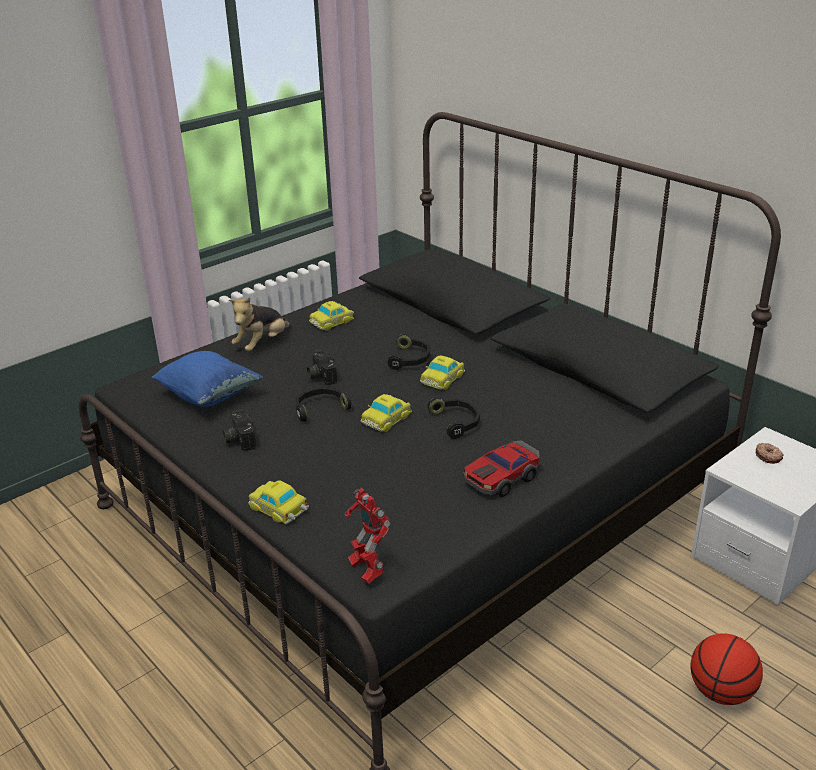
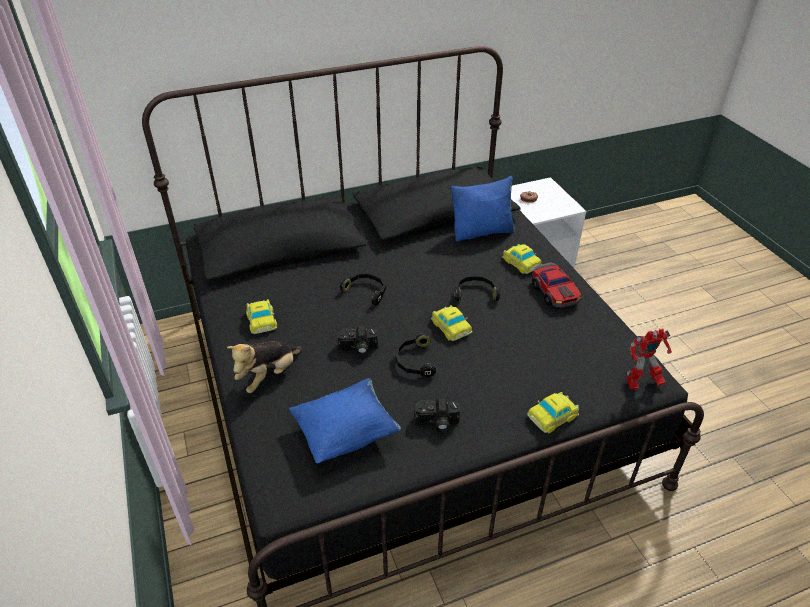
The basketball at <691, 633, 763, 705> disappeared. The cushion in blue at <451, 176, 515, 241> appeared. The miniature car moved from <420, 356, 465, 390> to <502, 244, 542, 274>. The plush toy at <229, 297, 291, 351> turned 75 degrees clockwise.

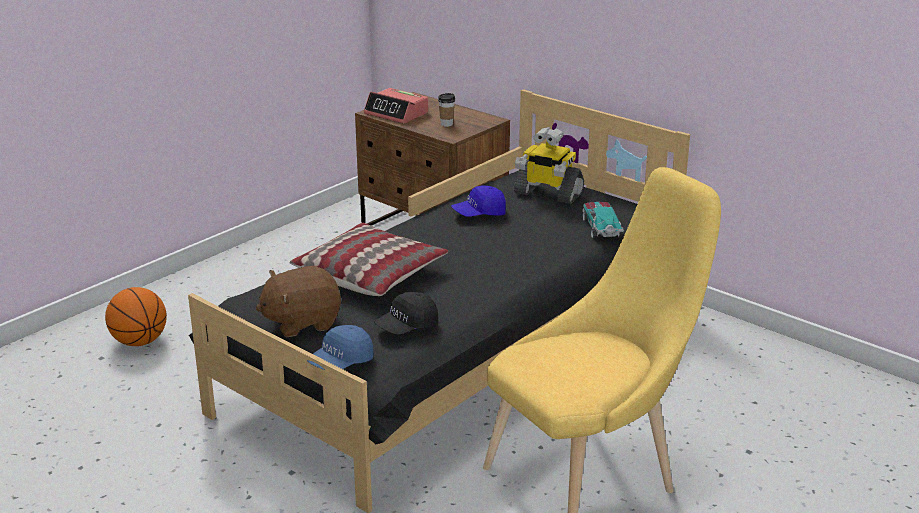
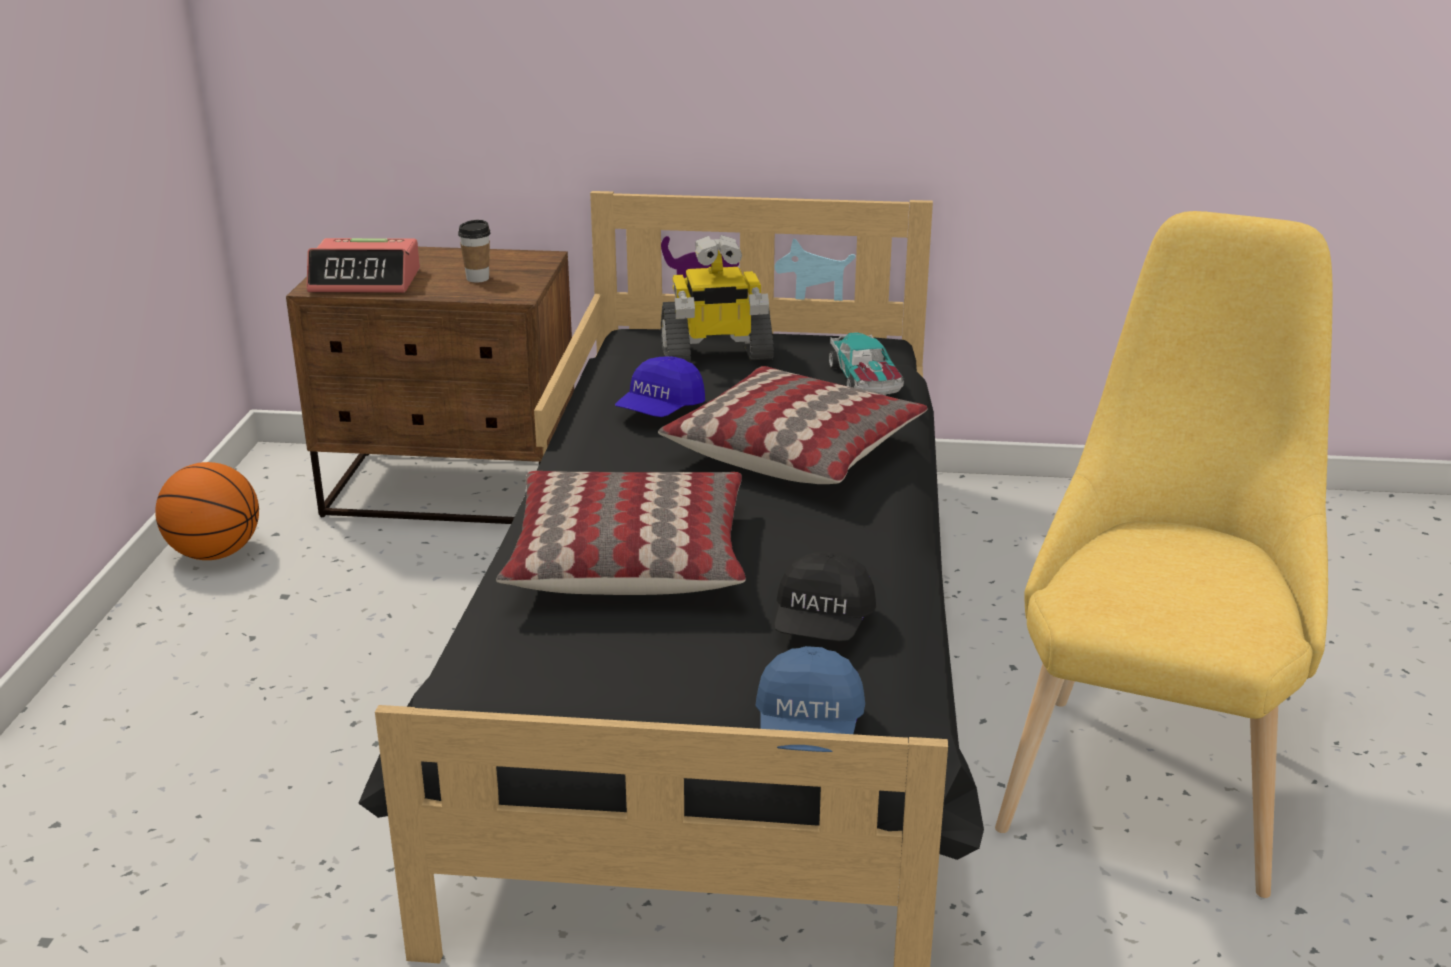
The plush toy in brownish at <256, 266, 341, 337> disappeared. The cushion at <658, 366, 928, 484> appeared. The basketball moved from <105, 287, 167, 346> to <155, 462, 259, 560>. The miniature car at <583, 202, 624, 239> turned 150 degrees counterclockwise.

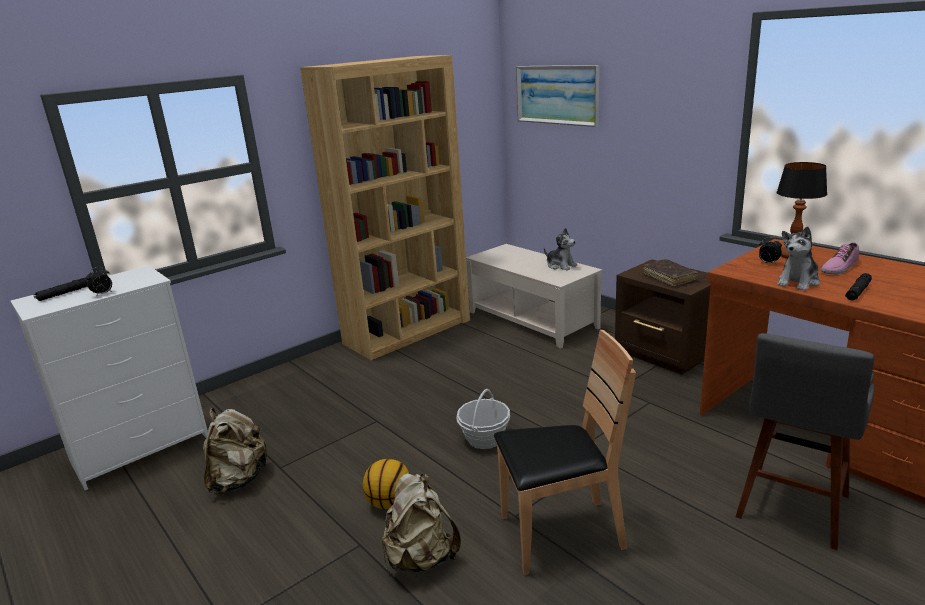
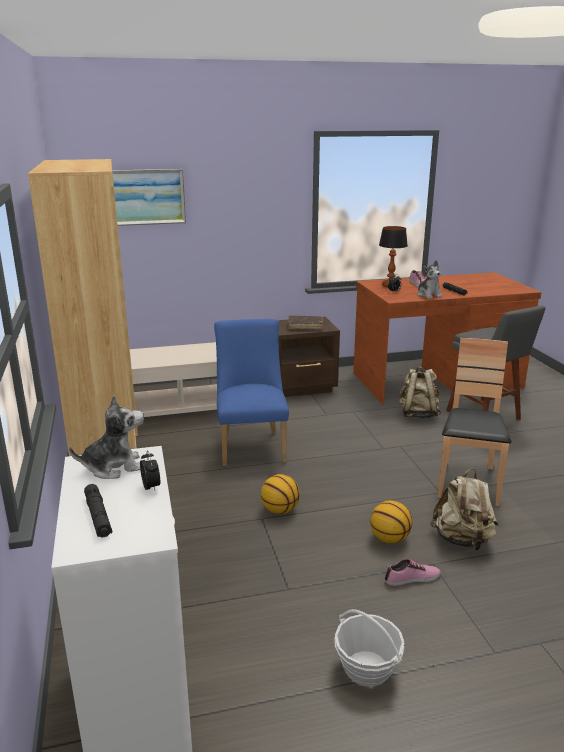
The plain chair in blue at <214, 319, 289, 467> appeared. The basketball at <261, 474, 300, 514> appeared. The low shoe at <385, 559, 441, 586> appeared. The backpack in beige moved from <203, 408, 270, 494> to <399, 366, 441, 419>. The basket moved from <456, 389, 510, 449> to <334, 609, 404, 687>. The plush toy moved from <544, 228, 577, 271> to <69, 395, 144, 479>.

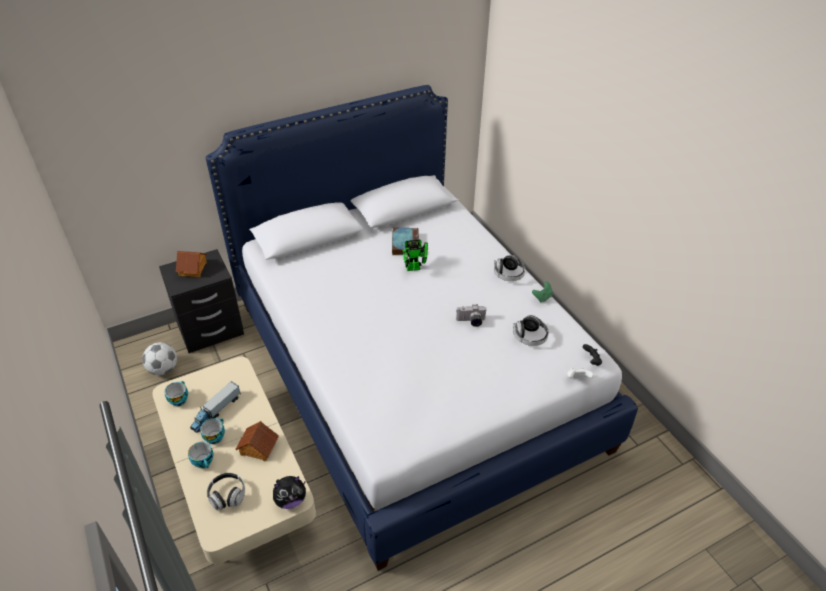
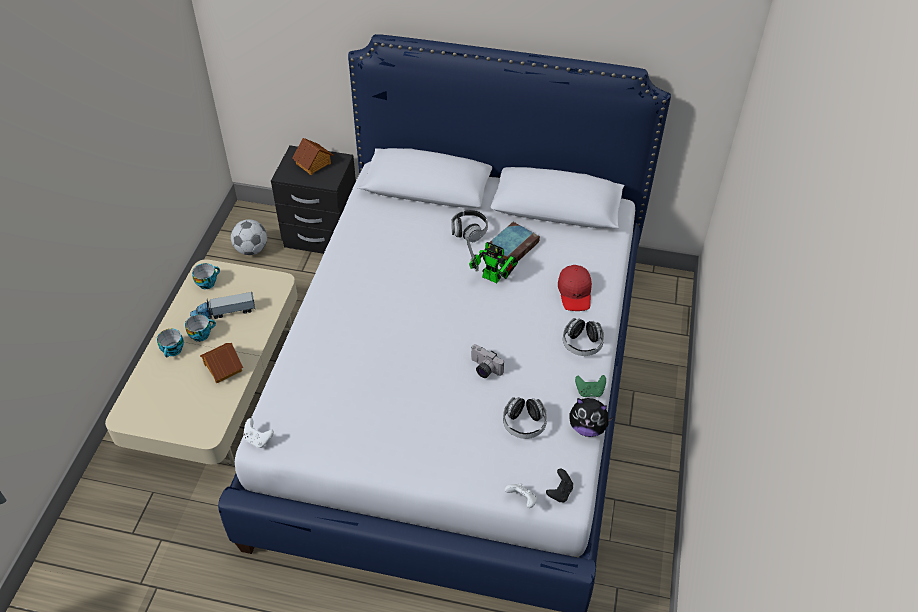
The joypad in white-coloured at <243, 418, 274, 448> appeared. The baseball cap in reddish at <558, 265, 592, 311> appeared. The headphones moved from <207, 473, 245, 510> to <451, 210, 488, 242>. The plush toy moved from <273, 476, 306, 509> to <570, 398, 614, 437>.

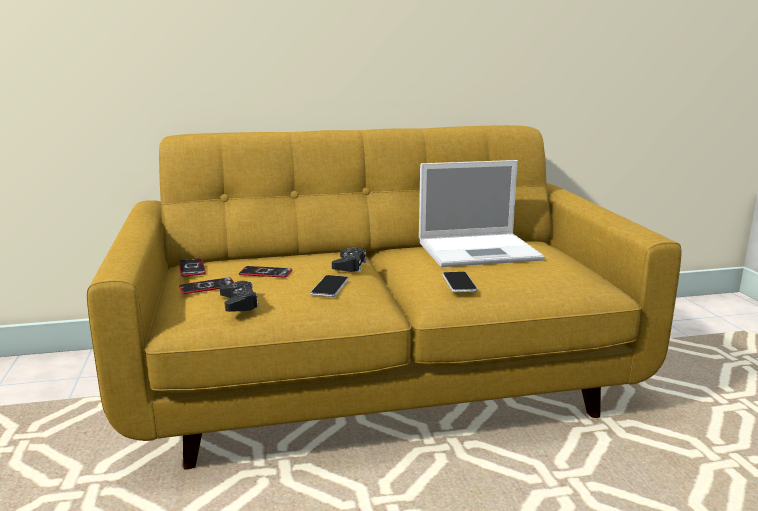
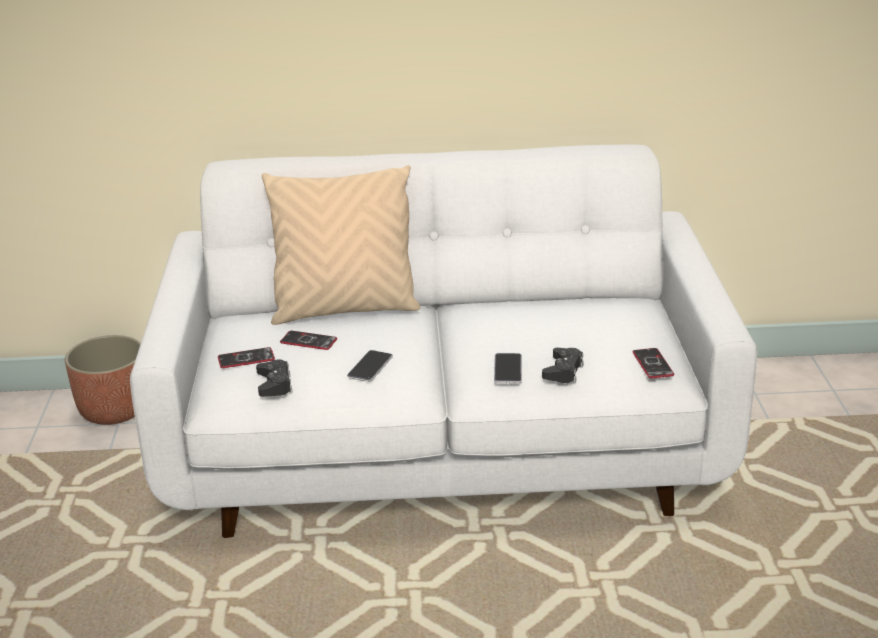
The laptop at <419, 160, 545, 267> disappeared. The flower pot at <65, 335, 141, 425> appeared. The cushion in beige at <262, 165, 421, 325> appeared. The telephone moved from <179, 258, 206, 277> to <632, 348, 674, 378>. The joypad in black-coloured moved from <332, 247, 367, 272> to <542, 348, 584, 383>. The couch in yellow-coloured at <87, 125, 682, 470> became the couch in white-coloured at <130, 145, 757, 538>.

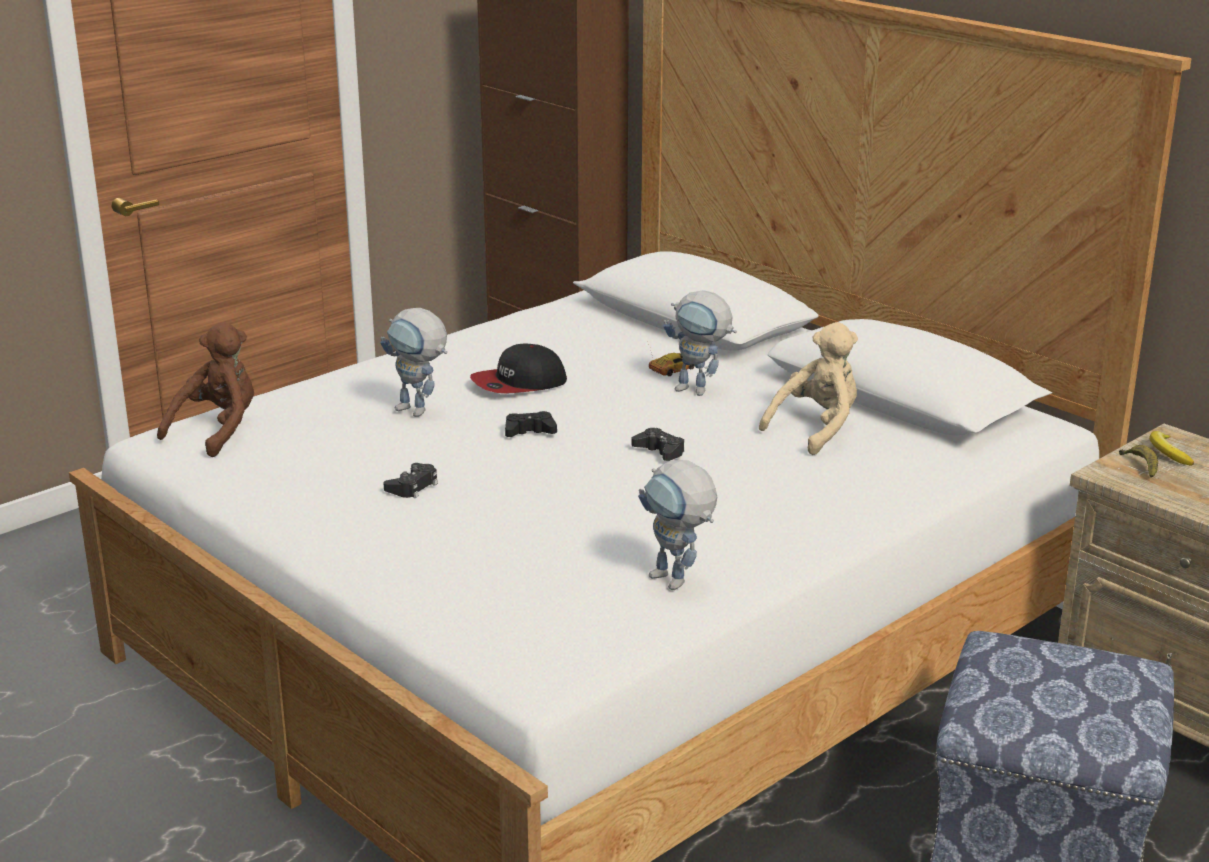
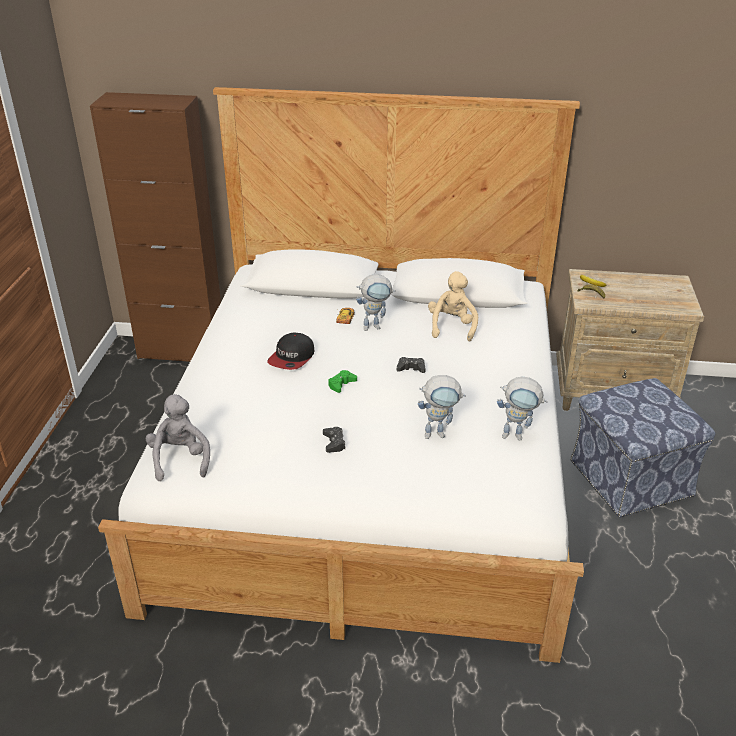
The toy robot moved from <380, 308, 447, 417> to <418, 375, 466, 439>. The plush toy in brownish at <157, 322, 254, 457> became the plush toy in gray at <146, 394, 210, 481>. The joypad in black-coloured at <505, 411, 557, 437> became the joypad in green at <328, 370, 357, 393>.

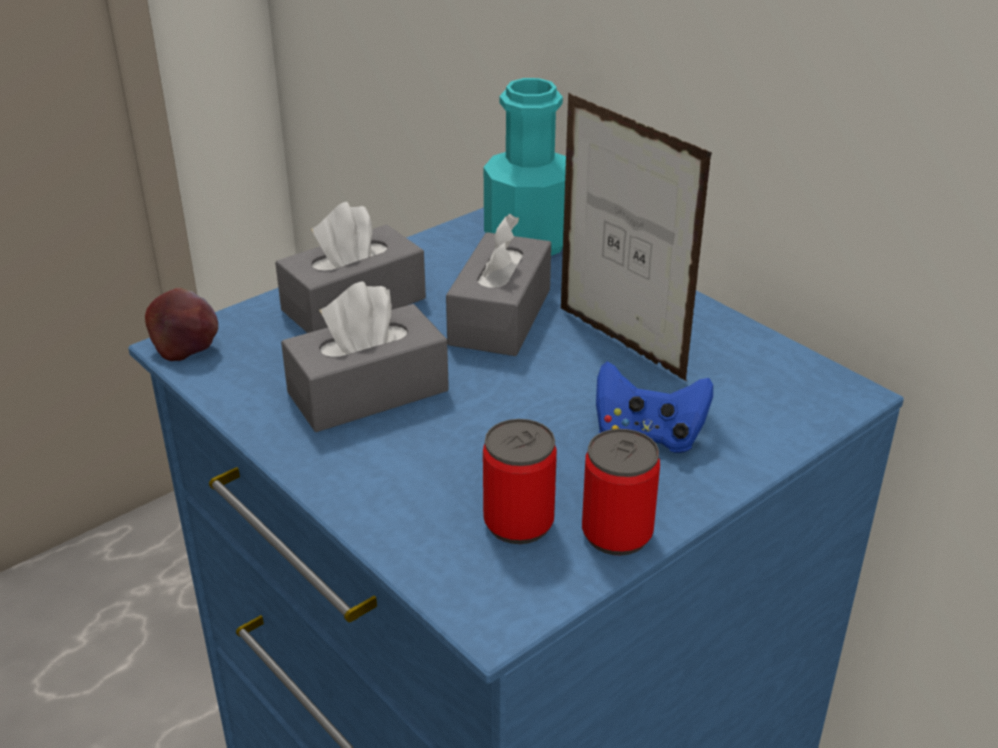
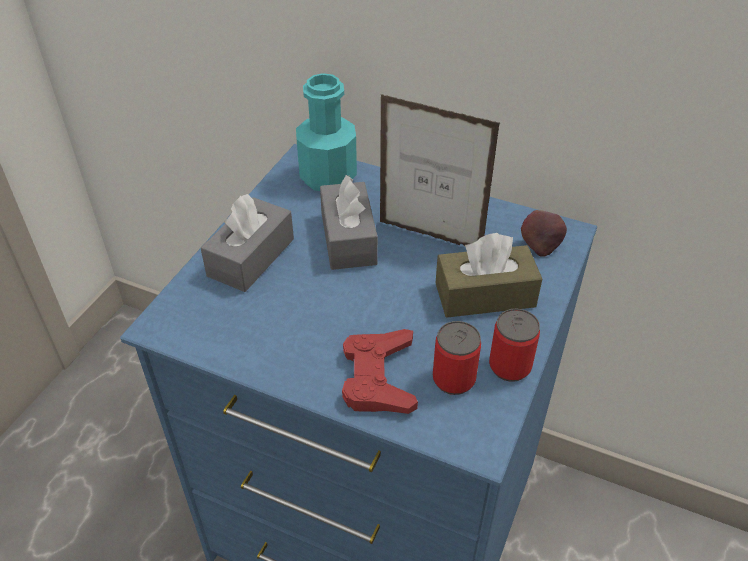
The tissue box in gray at <281, 281, 449, 432> disappeared. The joypad in reddish at <342, 329, 418, 414> appeared. The apple fruit moved from <145, 288, 218, 361> to <521, 210, 567, 257>. The joypad in blue at <596, 362, 713, 453> was replaced by the tissue box in brownish at <436, 233, 542, 318>.

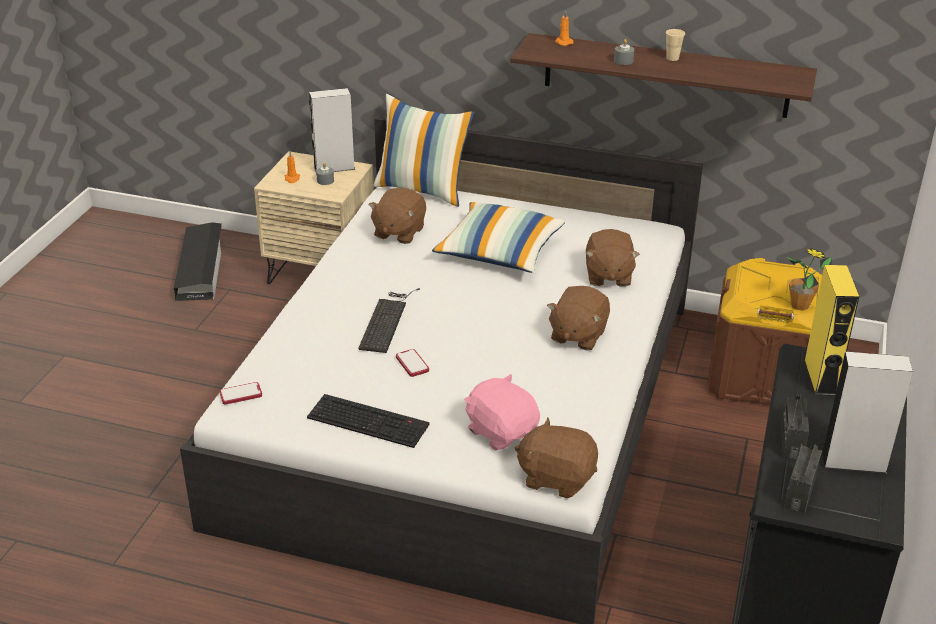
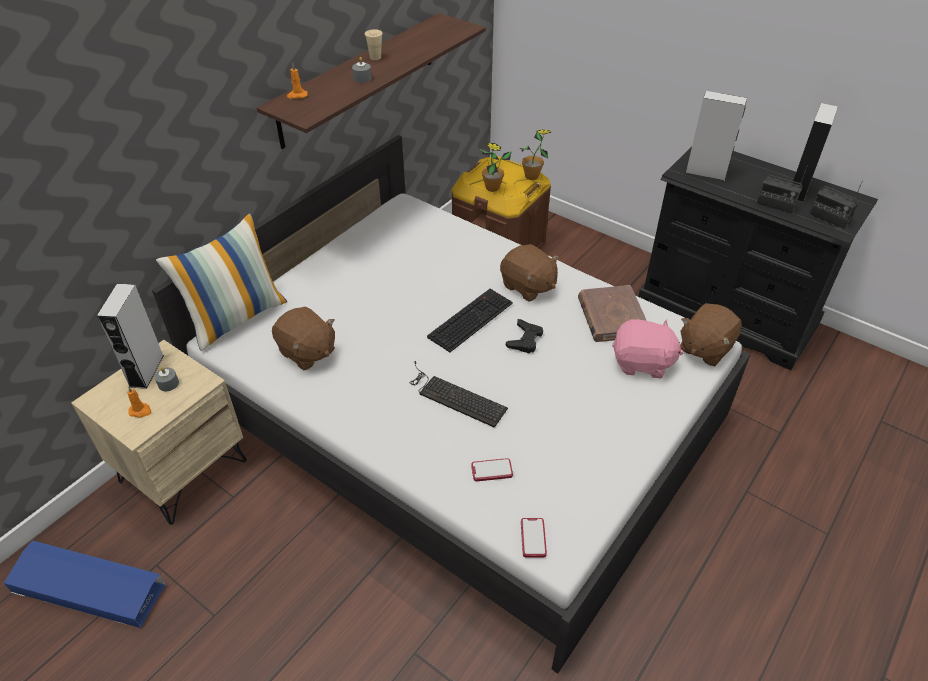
The cushion at <432, 202, 565, 273> disappeared. The plush toy in brownish at <586, 229, 640, 287> disappeared. The houseplant at <480, 143, 512, 192> appeared. The joypad in black-coloured at <506, 319, 543, 353> appeared. The bound book in brownish at <578, 285, 647, 342> appeared. The computer keyboard moved from <307, 394, 429, 448> to <427, 289, 513, 352>. The telephone moved from <396, 349, 429, 377> to <471, 458, 513, 481>. The storage box in black-coloured at <174, 222, 222, 301> became the storage box in blue at <4, 541, 166, 628>. The audio speaker in yellow-coloured at <804, 265, 859, 395> became the audio speaker in gray at <685, 91, 747, 181>. The plush toy in pink at <464, 374, 540, 450> turned 150 degrees counterclockwise.

